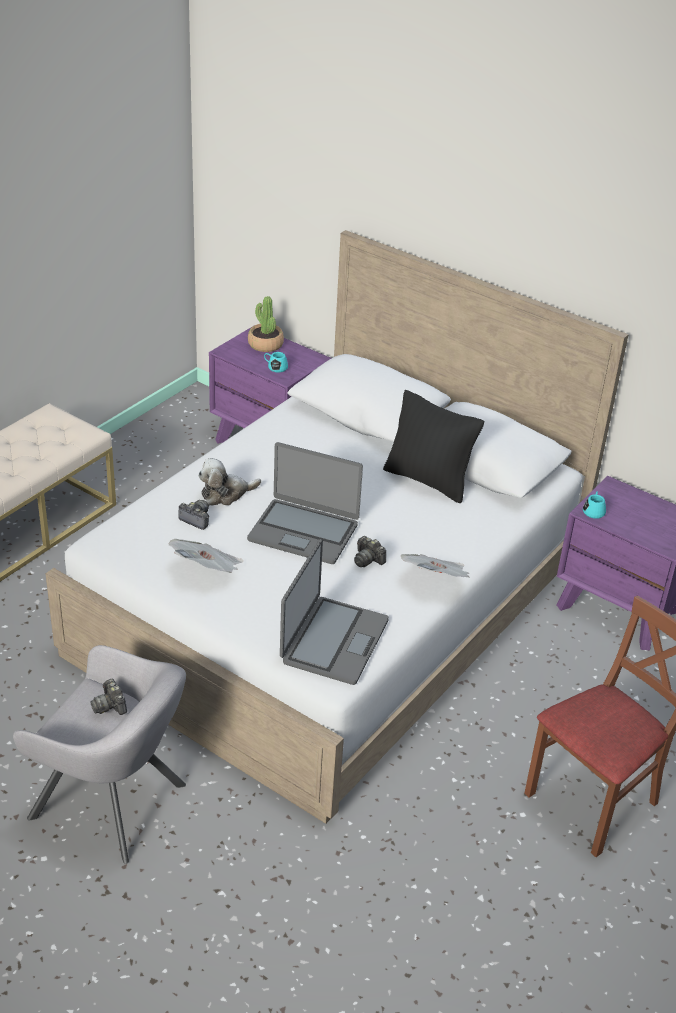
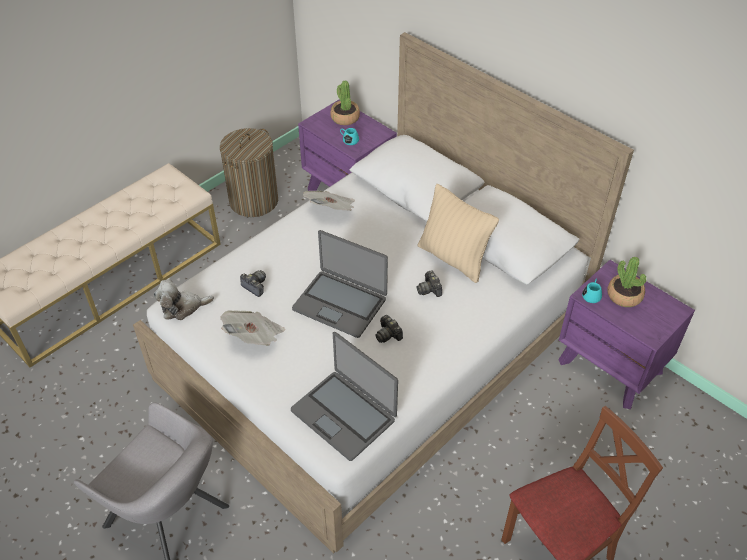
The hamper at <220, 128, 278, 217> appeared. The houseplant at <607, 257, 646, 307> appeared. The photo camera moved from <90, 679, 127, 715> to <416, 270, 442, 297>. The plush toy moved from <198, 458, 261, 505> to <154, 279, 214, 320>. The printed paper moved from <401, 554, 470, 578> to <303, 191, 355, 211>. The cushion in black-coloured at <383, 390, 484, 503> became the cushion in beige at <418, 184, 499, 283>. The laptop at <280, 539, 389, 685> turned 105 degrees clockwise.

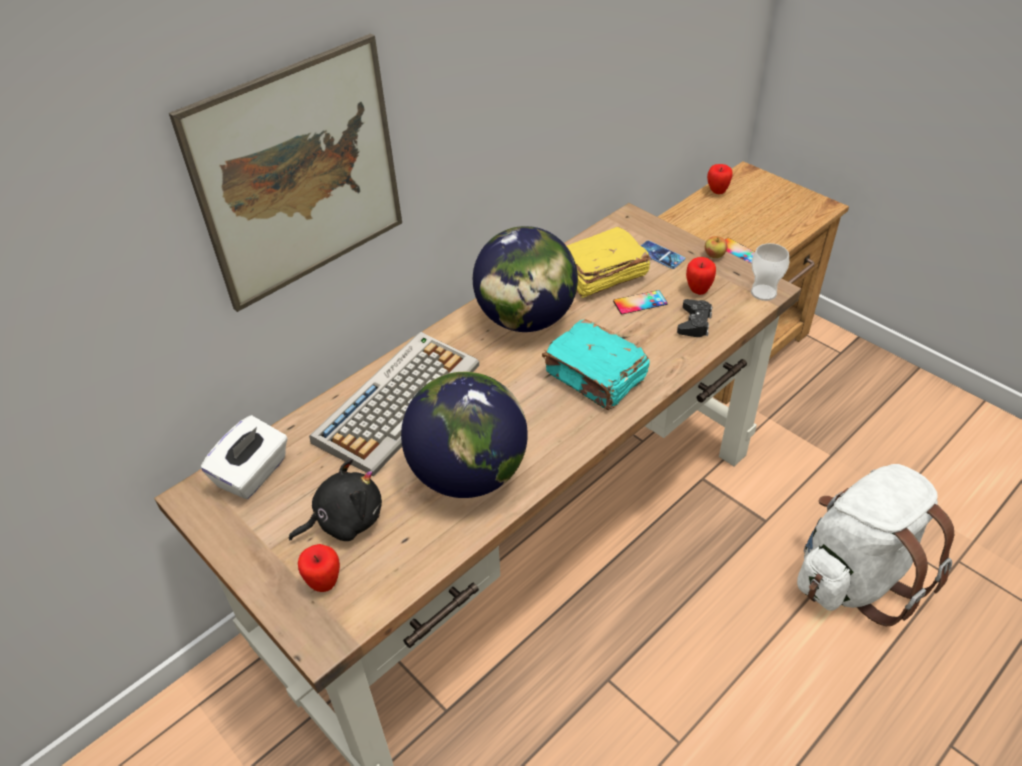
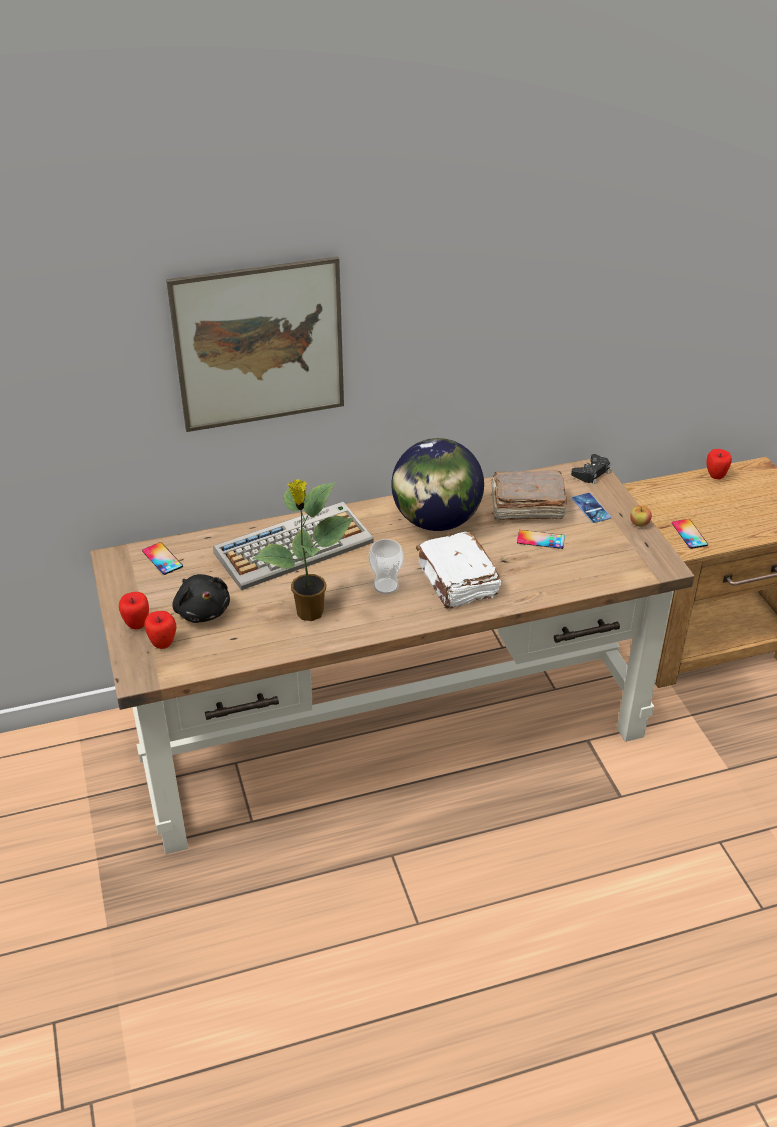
The backpack in white-coloured at <797, 464, 954, 626> disappeared. The joypad in black-coloured moved from <677, 299, 712, 337> to <571, 454, 610, 484>. The apple fruit moved from <686, 257, 716, 295> to <119, 592, 149, 630>. The small cup moved from <751, 243, 789, 301> to <369, 539, 403, 594>. The tissue box in white-coloured at <201, 415, 288, 499> was replaced by the telephone at <142, 542, 183, 575>. The globe at <401, 372, 528, 498> was replaced by the houseplant at <252, 479, 353, 621>. The bound book in turquoise-coloured at <542, 319, 650, 410> became the bound book in white-coloured at <416, 532, 501, 608>. The bound book in yellow-coloured at <567, 227, 651, 298> became the bound book in brownish at <491, 470, 567, 520>. The plush toy in black-coloured at <289, 458, 382, 541> turned 60 degrees clockwise.

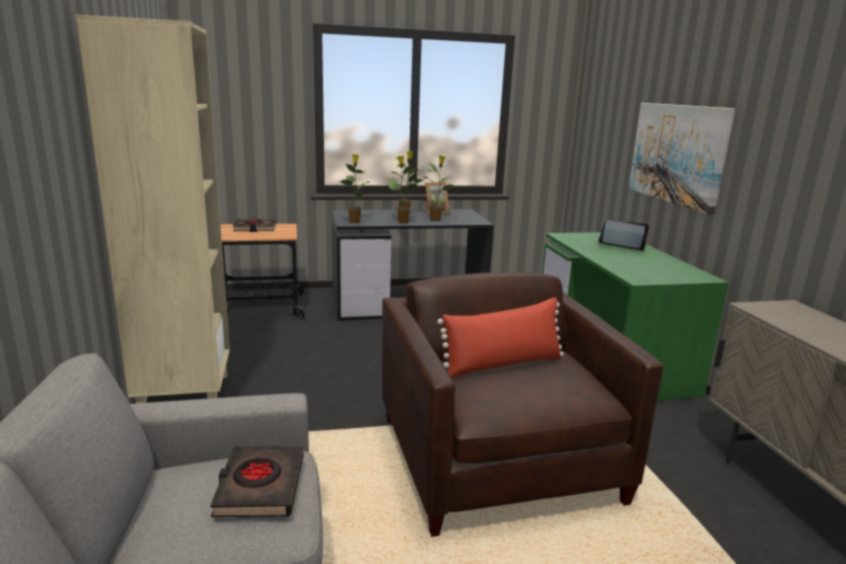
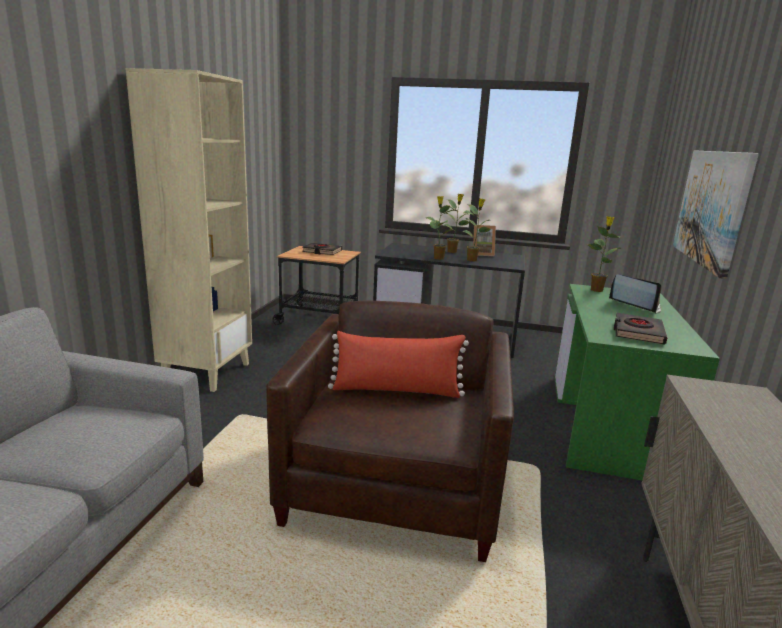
The bound book in black-coloured moved from <210, 446, 304, 517> to <614, 312, 668, 345>. The houseplant moved from <338, 154, 370, 223> to <587, 216, 622, 292>.

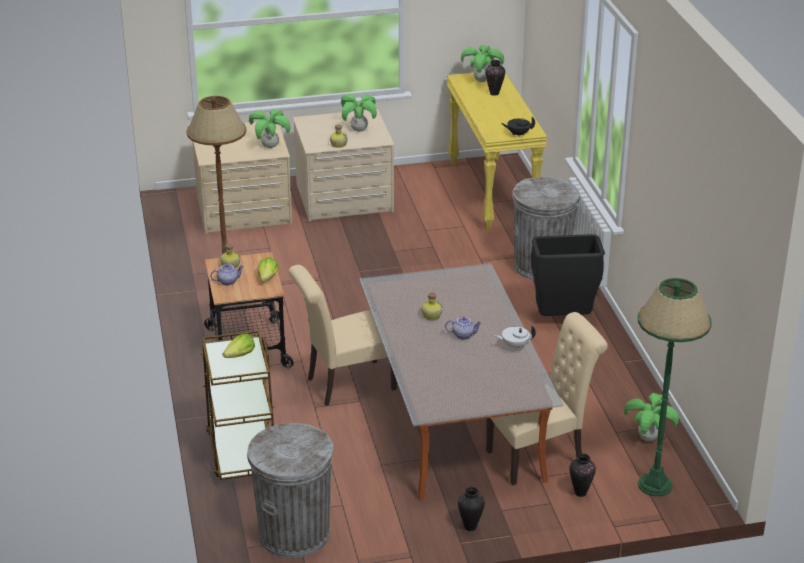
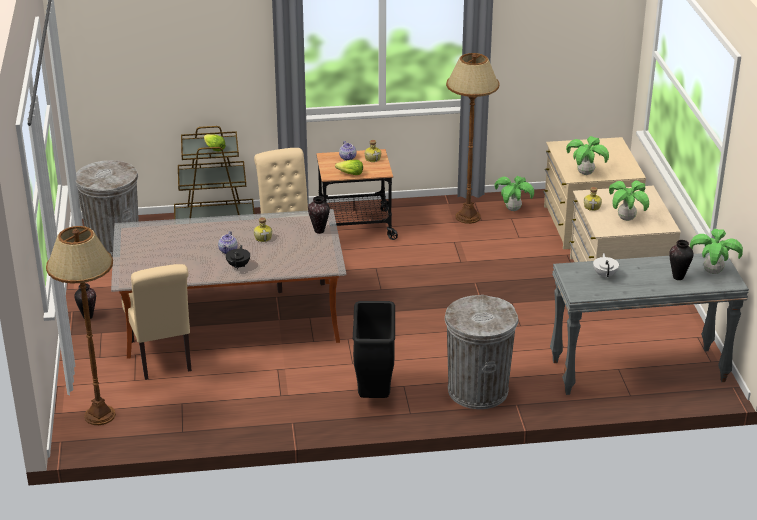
The teapot in white-coloured moved from <494, 325, 536, 350> to <593, 253, 619, 279>. The teapot in black-coloured moved from <501, 117, 535, 135> to <226, 245, 250, 269>. The flower vase moved from <570, 454, 596, 497> to <308, 196, 330, 234>. The houseplant moved from <624, 393, 679, 441> to <494, 176, 534, 211>. The narrow table in yellow-coloured at <447, 73, 547, 231> became the narrow table in gray at <550, 253, 749, 395>. The floor lamp in green at <638, 278, 712, 496> became the floor lamp in brownish at <46, 226, 116, 425>.

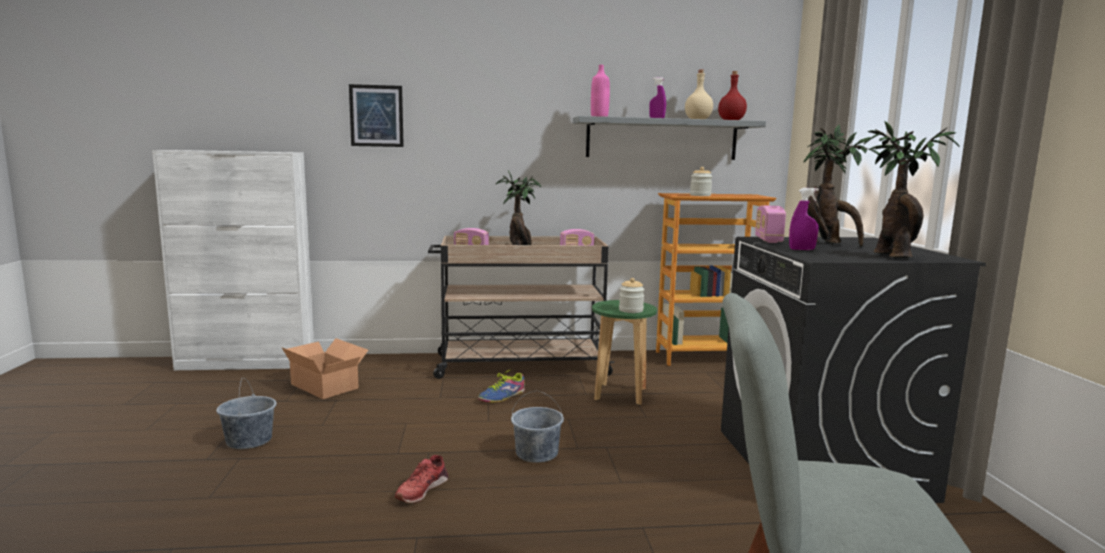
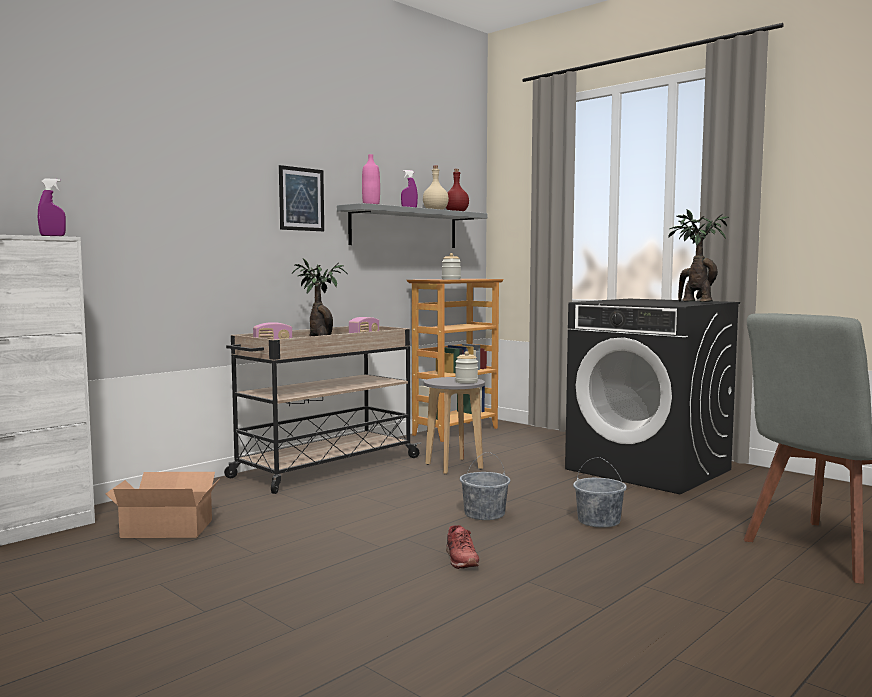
The low shoe at <478, 370, 525, 402> disappeared. The radio at <755, 205, 786, 243> disappeared. The houseplant at <804, 125, 883, 247> disappeared. The bucket in gray moved from <216, 378, 276, 449> to <573, 457, 627, 528>. The wall picture moved from <349, 84, 404, 147> to <279, 165, 324, 231>. The hand sprayer in purple-coloured moved from <789, 188, 819, 250> to <38, 178, 66, 236>. The stool in green at <592, 300, 657, 405> became the stool in gray at <424, 377, 485, 474>.

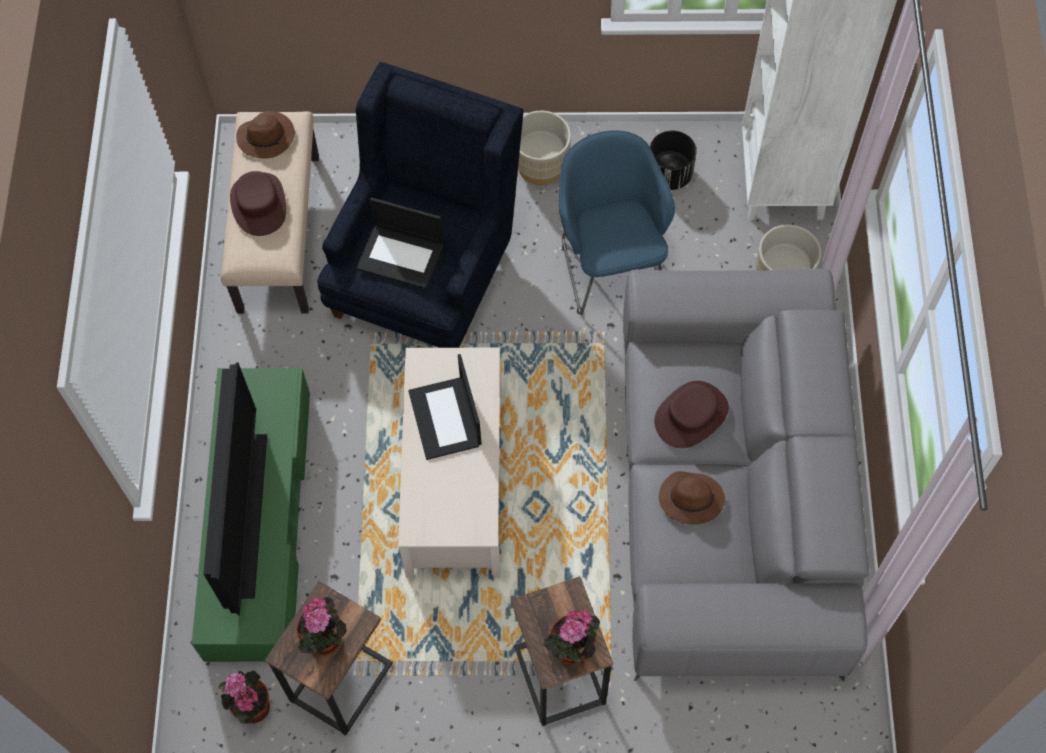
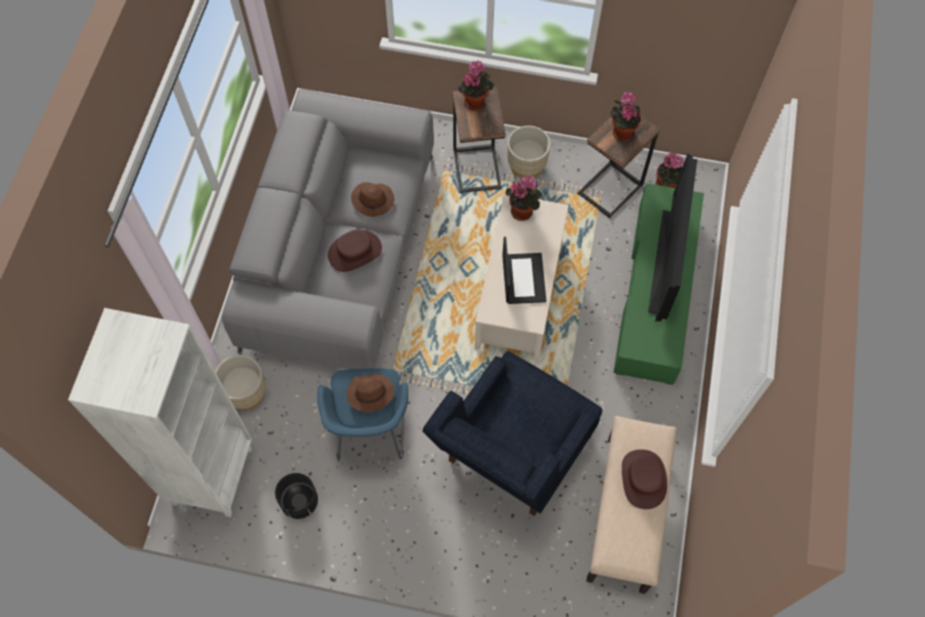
The laptop at <356, 197, 444, 289> disappeared. The houseplant at <506, 175, 542, 221> appeared. The wearable hat in brownish moved from <236, 111, 295, 159> to <347, 374, 394, 412>. The flower pot in beige moved from <518, 111, 571, 185> to <507, 126, 550, 178>.

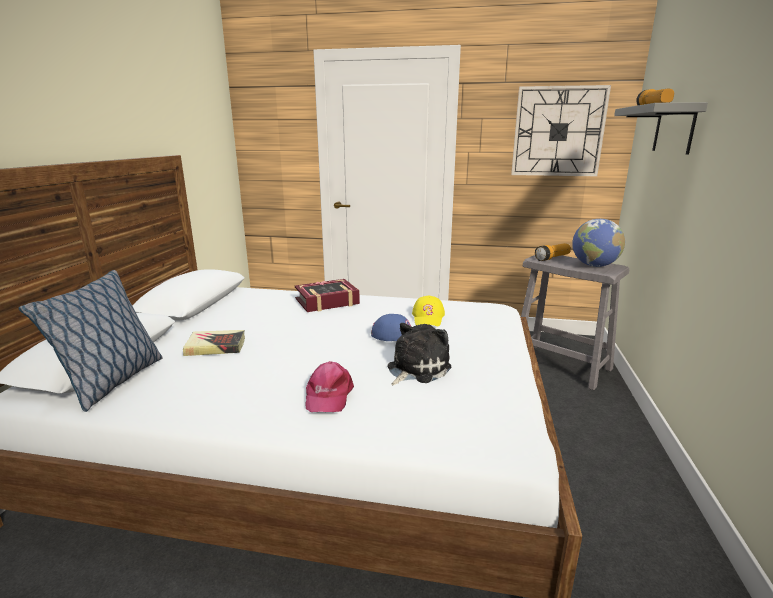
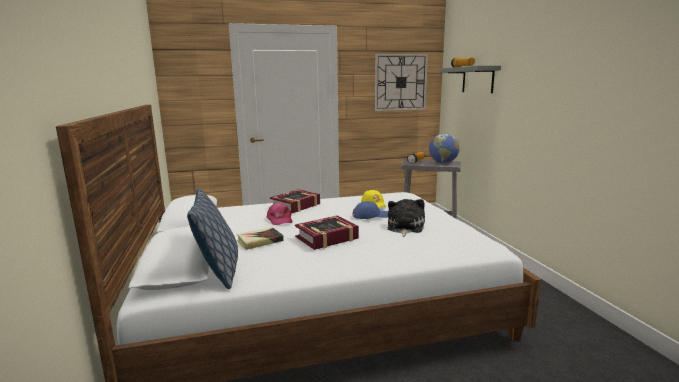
The bound book at <295, 216, 359, 250> appeared. The baseball cap in pink moved from <305, 361, 354, 412> to <267, 202, 292, 225>.

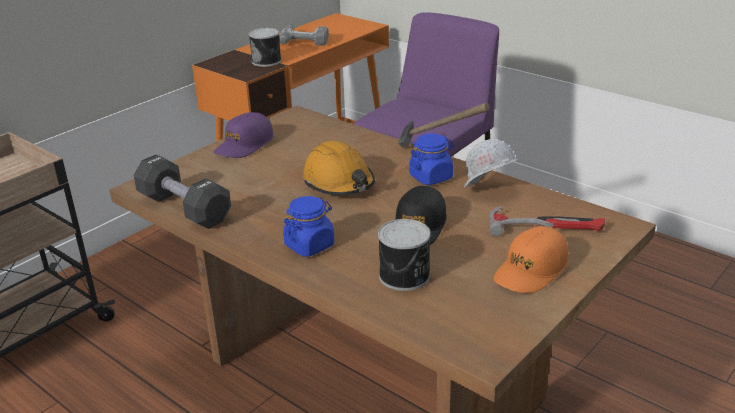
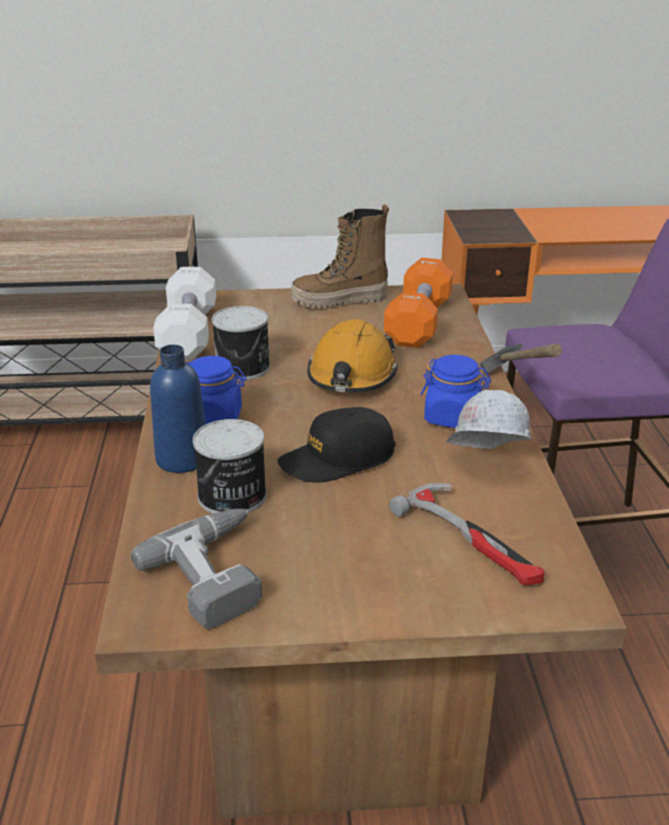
The baseball cap in orange-coloured at <494, 226, 568, 293> disappeared. The drink bottle in blue at <150, 345, 205, 473> appeared. The hand weight in orange-coloured at <384, 258, 453, 348> appeared. The sealed can moved from <249, 28, 281, 67> to <212, 306, 270, 380>. The drill moved from <279, 24, 329, 45> to <131, 509, 262, 629>. The baseball cap in purple-coloured at <214, 112, 274, 158> was replaced by the high-top boot at <291, 204, 389, 308>. The hand weight in black-coloured at <134, 154, 231, 229> became the hand weight in white-coloured at <153, 267, 216, 360>.

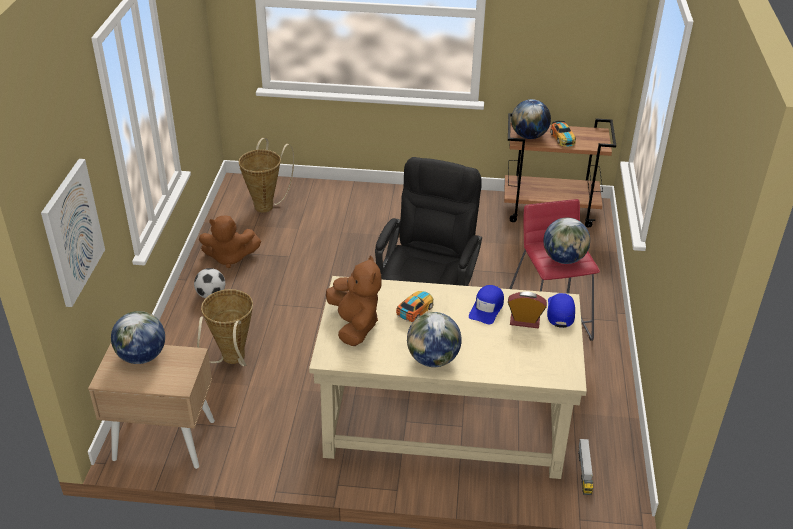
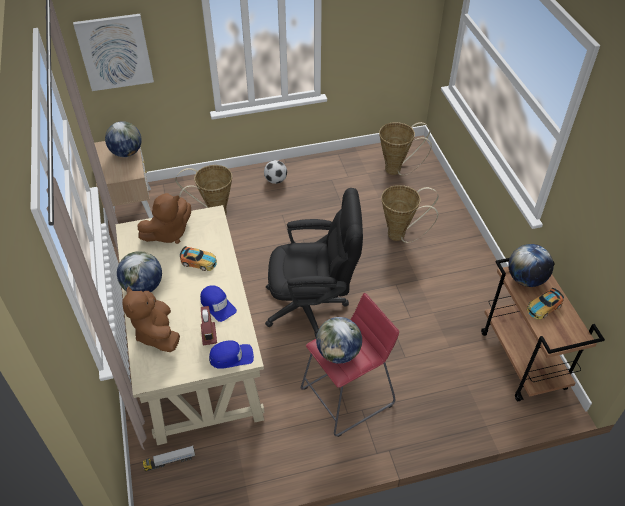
The basket at <381, 185, 439, 243> appeared. The plush toy in brownish moved from <199, 216, 261, 268> to <122, 287, 180, 352>. The baseball cap in blue at <469, 285, 504, 324> turned 135 degrees counterclockwise.

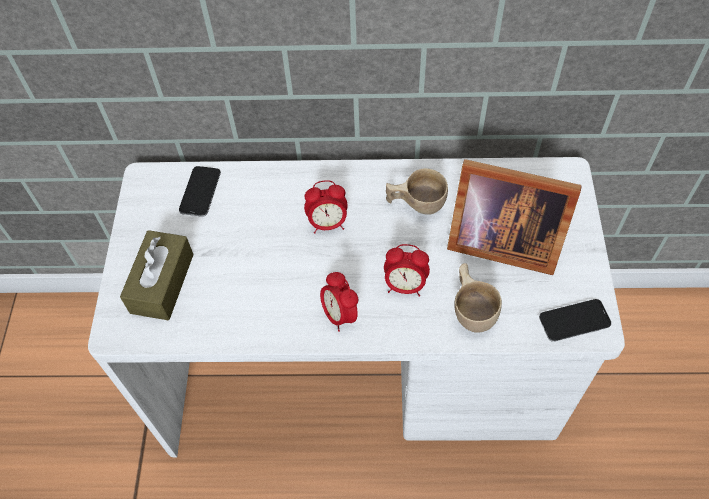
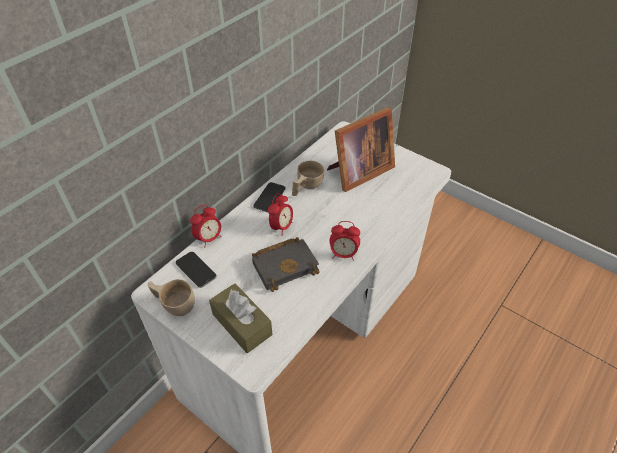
The bound book in black-coloured at <252, 237, 320, 292> appeared. The bedside clock moved from <384, 244, 430, 297> to <190, 205, 222, 247>. The small cup in beige moved from <454, 263, 502, 333> to <148, 279, 195, 316>. The telephone moved from <539, 299, 611, 342> to <253, 182, 286, 212>.

